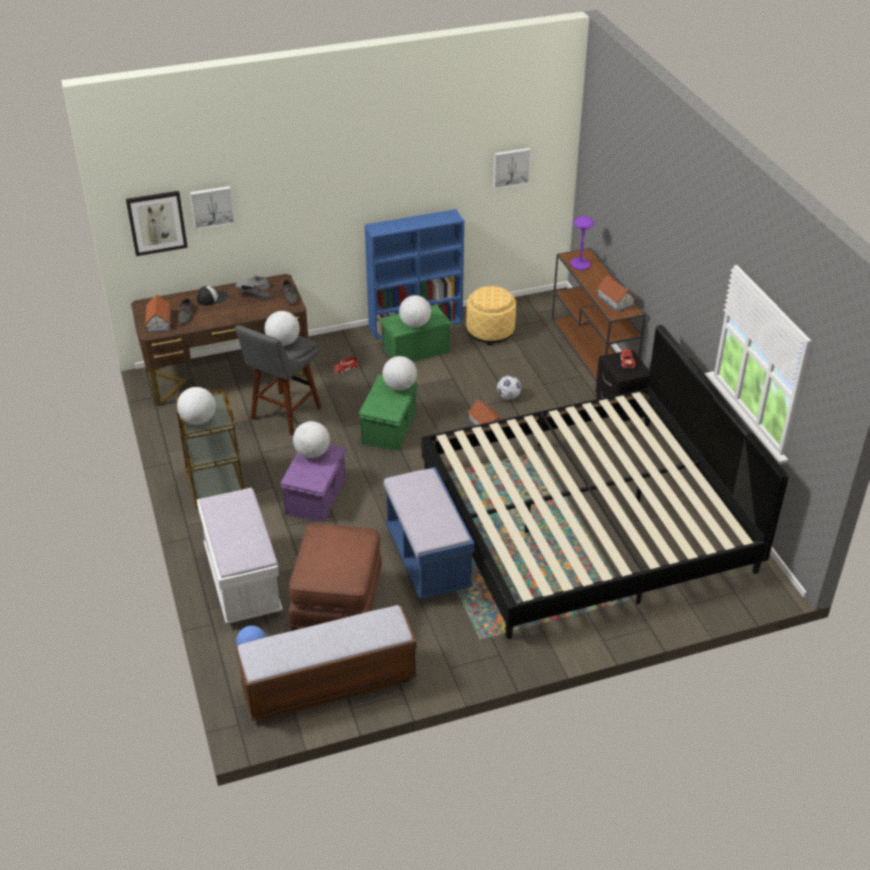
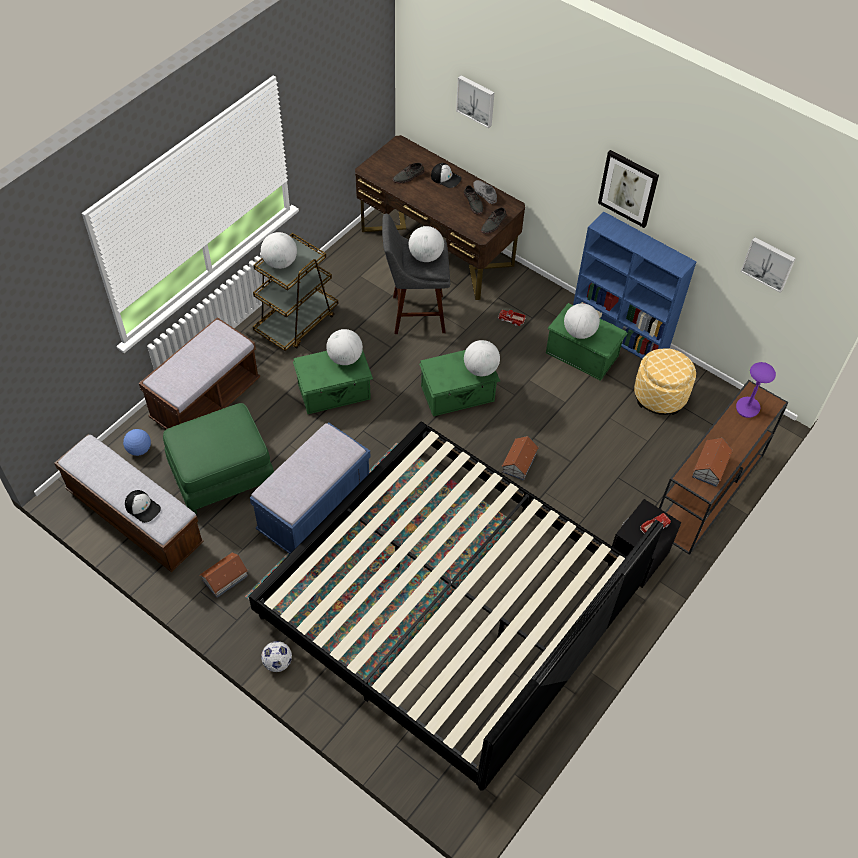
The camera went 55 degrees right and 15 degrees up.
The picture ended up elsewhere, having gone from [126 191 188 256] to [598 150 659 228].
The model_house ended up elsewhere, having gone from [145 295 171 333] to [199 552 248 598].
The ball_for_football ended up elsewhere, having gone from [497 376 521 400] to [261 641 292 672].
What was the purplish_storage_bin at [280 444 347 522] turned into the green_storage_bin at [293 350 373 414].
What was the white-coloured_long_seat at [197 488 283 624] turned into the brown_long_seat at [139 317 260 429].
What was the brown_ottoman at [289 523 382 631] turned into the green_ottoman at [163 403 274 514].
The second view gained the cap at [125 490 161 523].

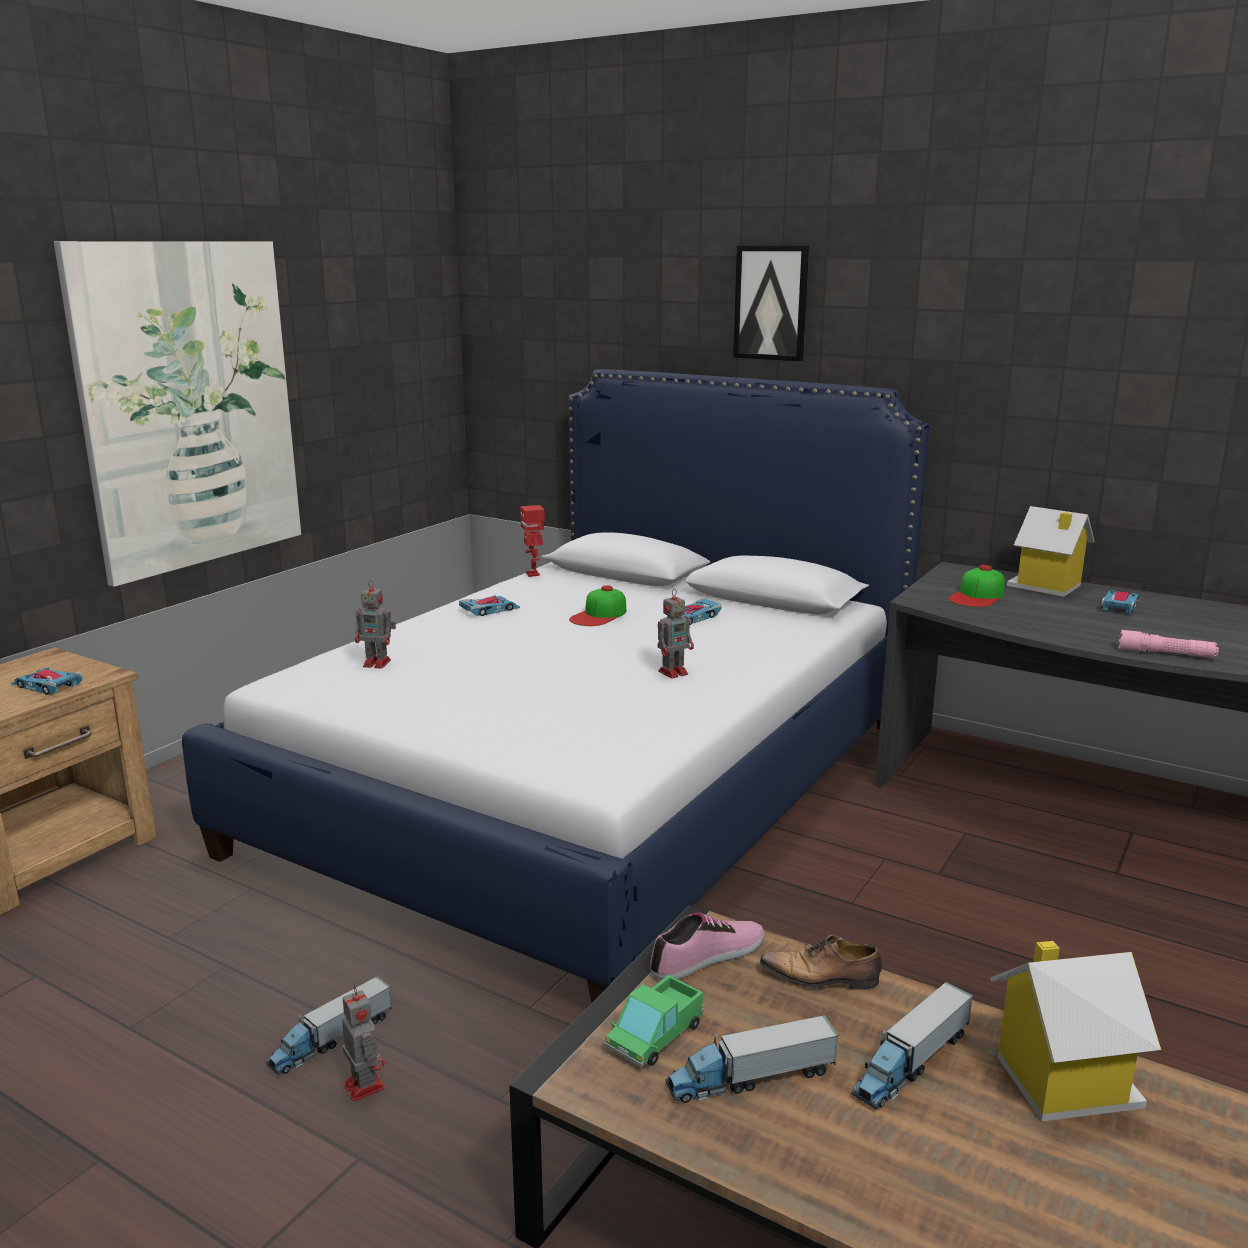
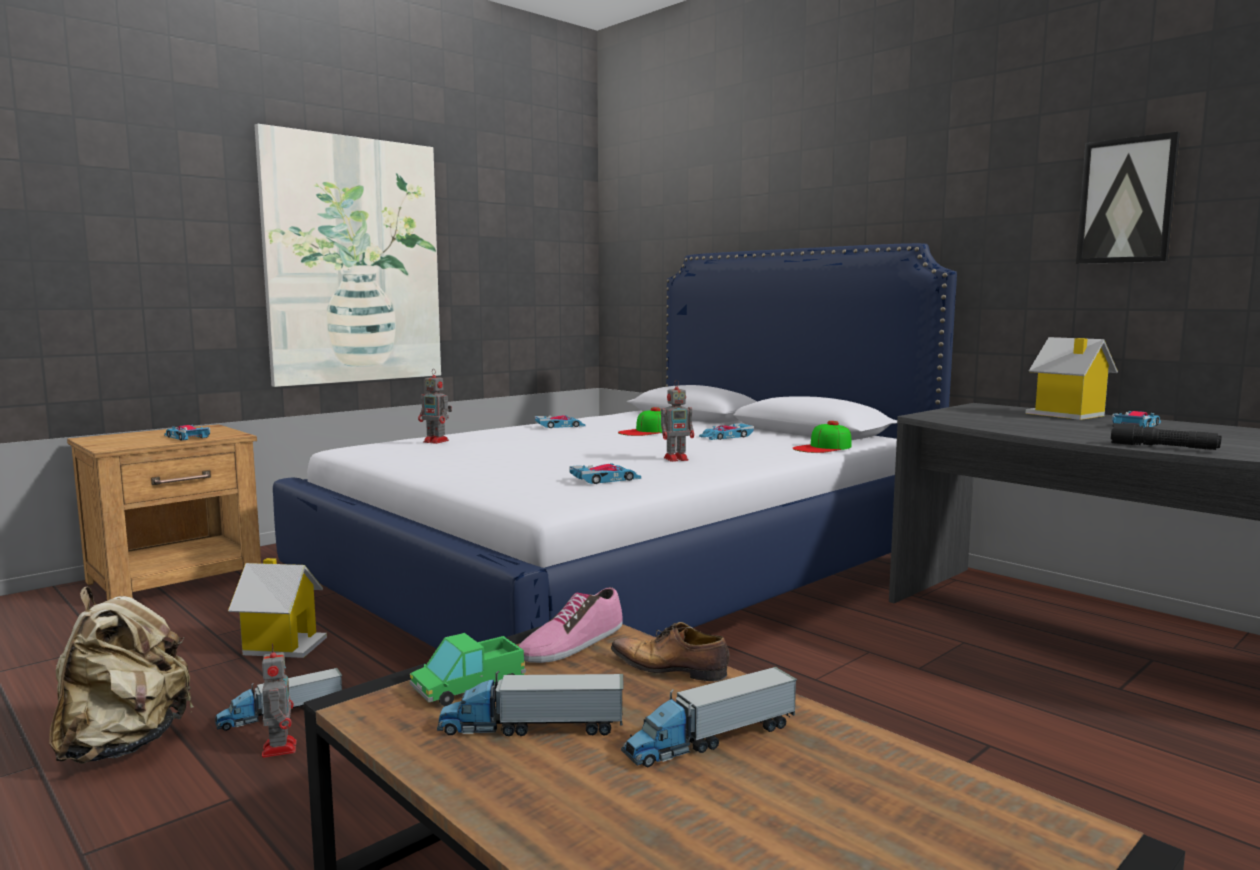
The camera went 15 degrees right and 10 degrees down.
The picture ended up elsewhere, having gone from [733 246 809 361] to [1076 132 1180 264].
The second view lost the robot_figure at [520 505 545 577].
The cap ended up elsewhere, having gone from [948 565 1005 607] to [792 421 852 453].
What was the pinkish_torch at [1119 630 1219 658] turned into the black-coloured_torch at [1111 423 1222 450].
The item_of_footwear at [650 912 764 980] ended up facing another way, 150 degrees clockwise from before.
The model_house ended up elsewhere, having gone from [990 941 1161 1122] to [228 558 327 658].
The second view gained the model_car at [569 463 641 484].
The second view gained the beige_backpack at [49 586 194 764].

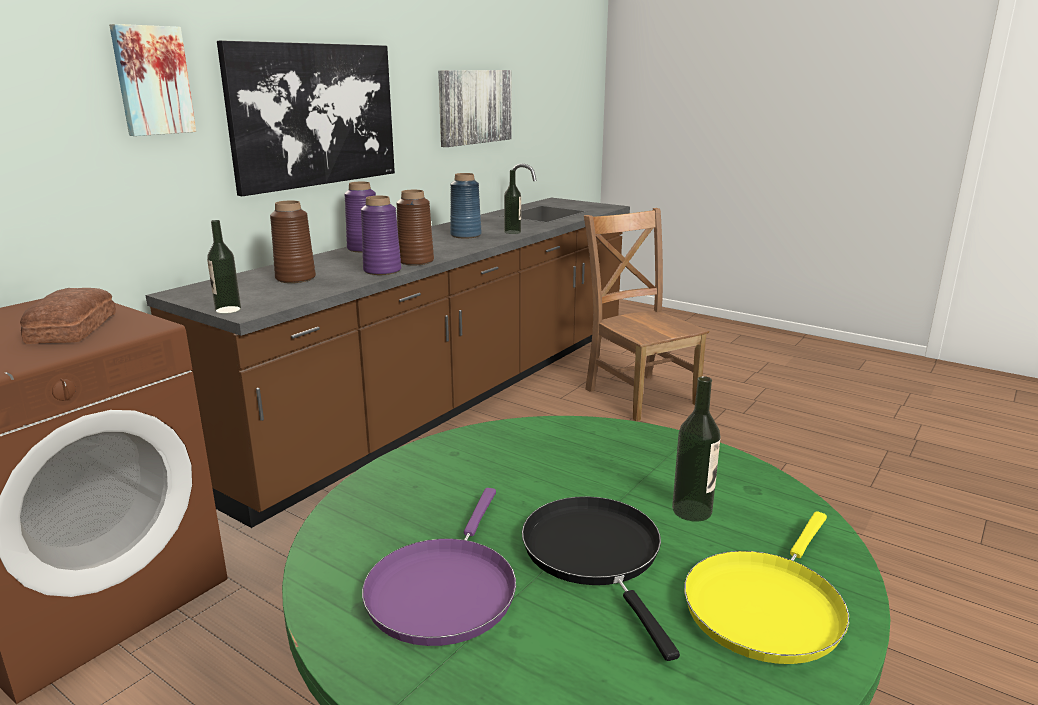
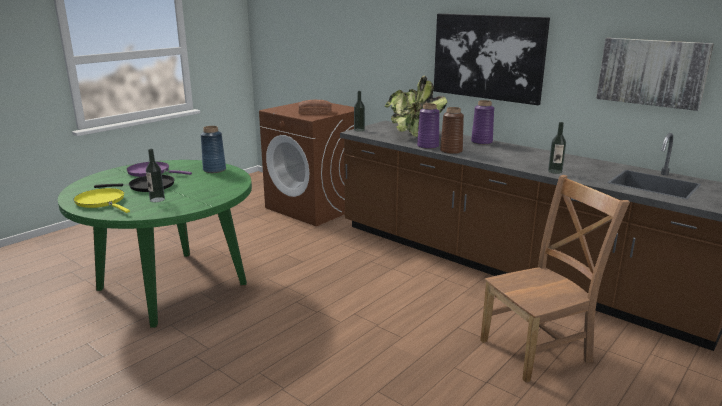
The camera went 95 degrees right and 0 degrees up.
The second view lost the picture at [109 24 196 136].
The blue_decorative_vase ended up elsewhere, having gone from [450 173 482 239] to [201 126 226 173].
Where the brown_decorative_vase stood at [270 201 316 283], the potted_plant came to stand at [385 76 448 137].

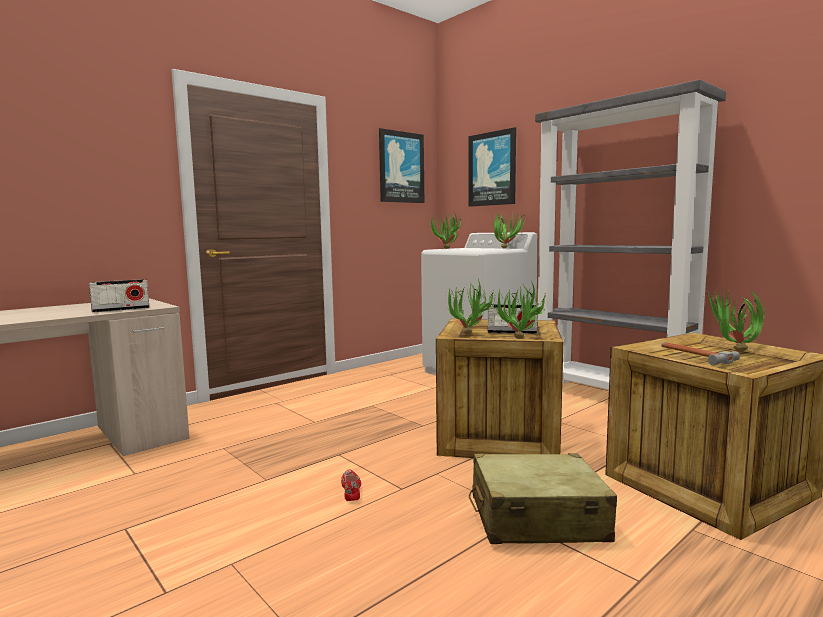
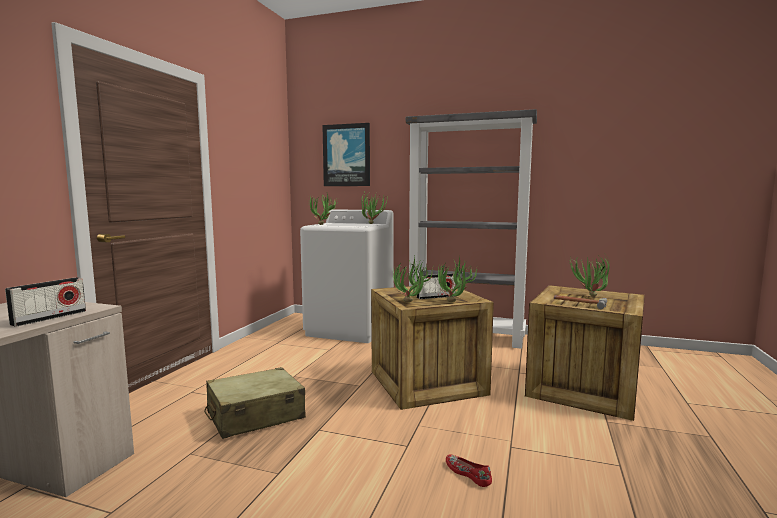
The camera went 30 degrees left and 0 degrees up.
The second view lost the picture at [379 128 424 203].
The beige_travel_case ended up elsewhere, having gone from [469 453 617 544] to [204 367 306 439].
The red_item_of_footwear ended up elsewhere, having gone from [341 469 361 501] to [446 454 492 487].

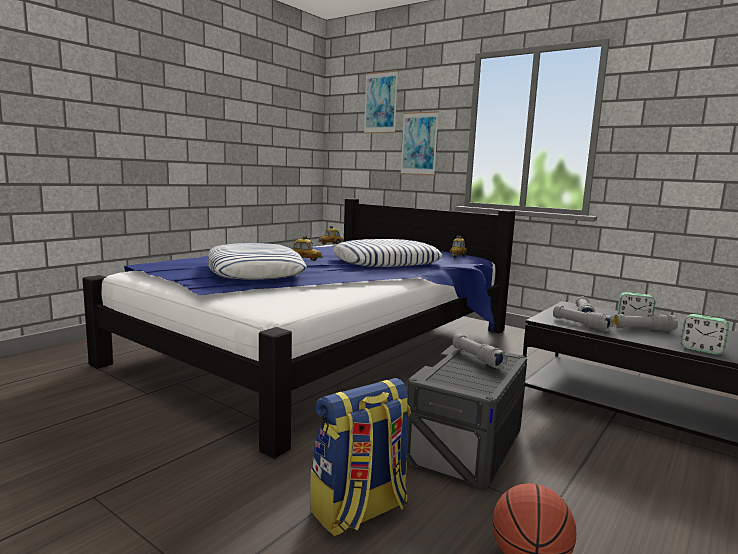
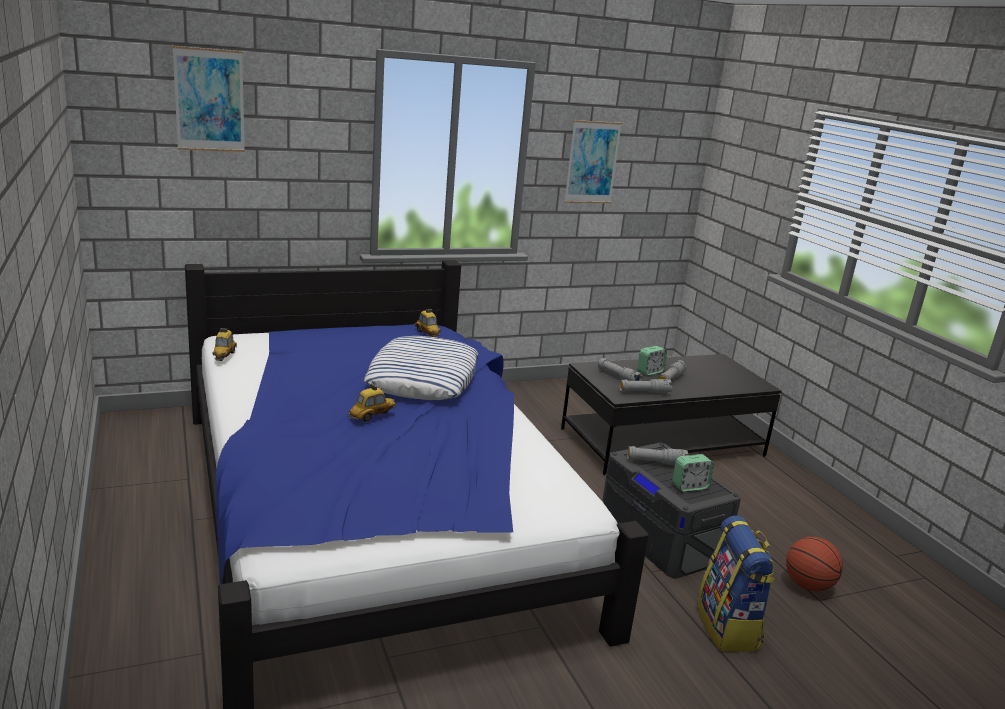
The camera went 60 degrees left and 10 degrees up.
The picture ended up elsewhere, having gone from [400 111 439 175] to [564 120 622 203].
The second view lost the pillow at [208 243 307 280].
The bedside_clock ended up elsewhere, having gone from [681 314 729 355] to [672 454 714 492].

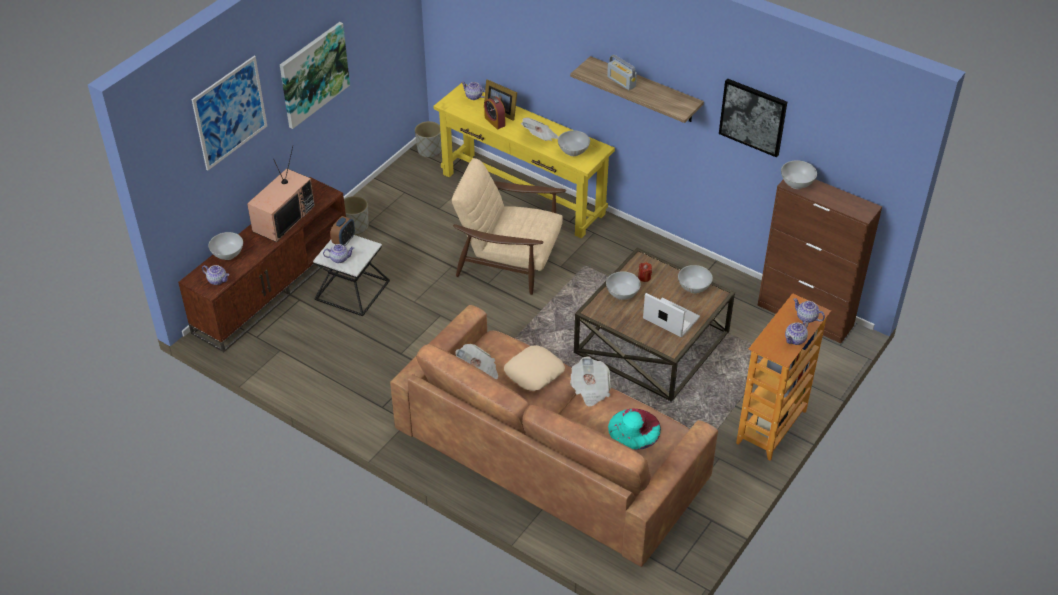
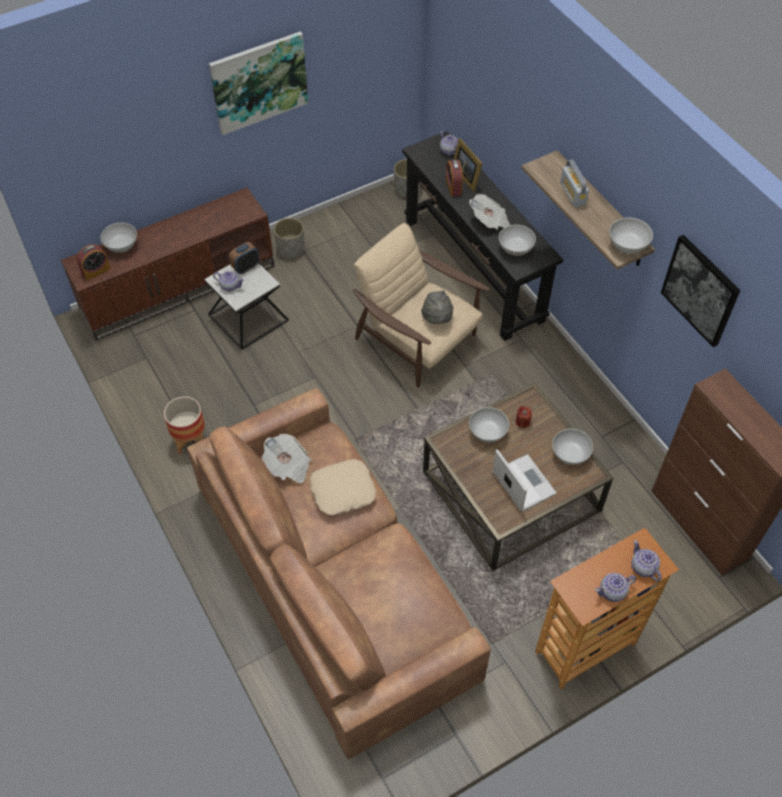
The camera went 25 degrees right and 10 degrees up.
The second view lost the picture at [191 56 267 171].
What was the yellowish_narrow_table at [433 83 615 238] turned into the black-coloured_narrow_table at [402 131 563 341].
The second view lost the TV_set at [247 145 315 242].
The white-coloured_bowl ended up elsewhere, having gone from [781 160 817 189] to [609 217 653 254].
Where the pot_for_tea stood at [202 265 229 285], the bedside_clock came to stand at [77 244 111 281].
The second view lost the daily_paper at [570 357 611 407].
The second view lost the turquoise_clothing_hat at [608 409 661 450].
The second view gained the greyish_clothing_hat at [421 291 453 324].
The second view gained the flower_pot at [164 397 205 454].

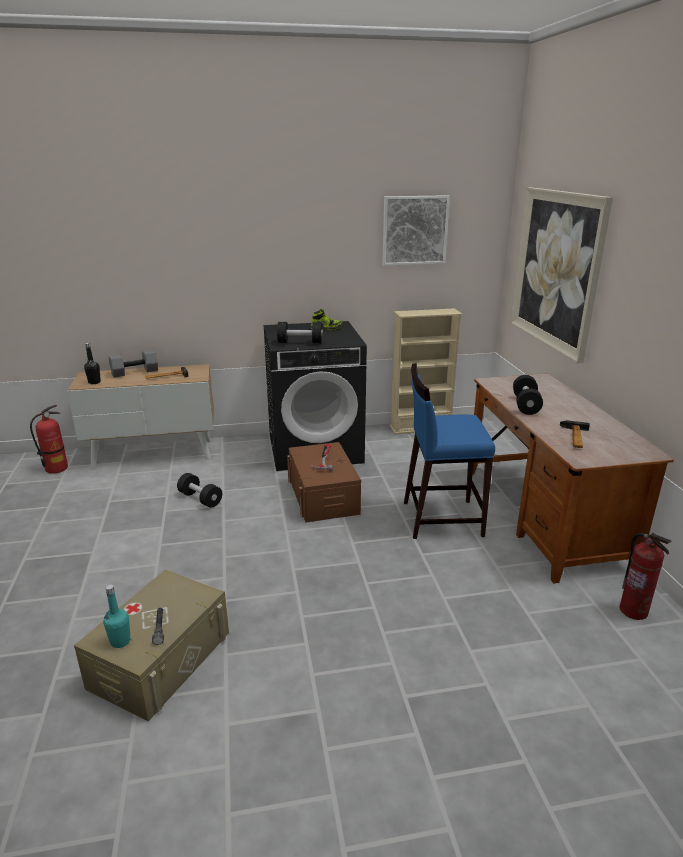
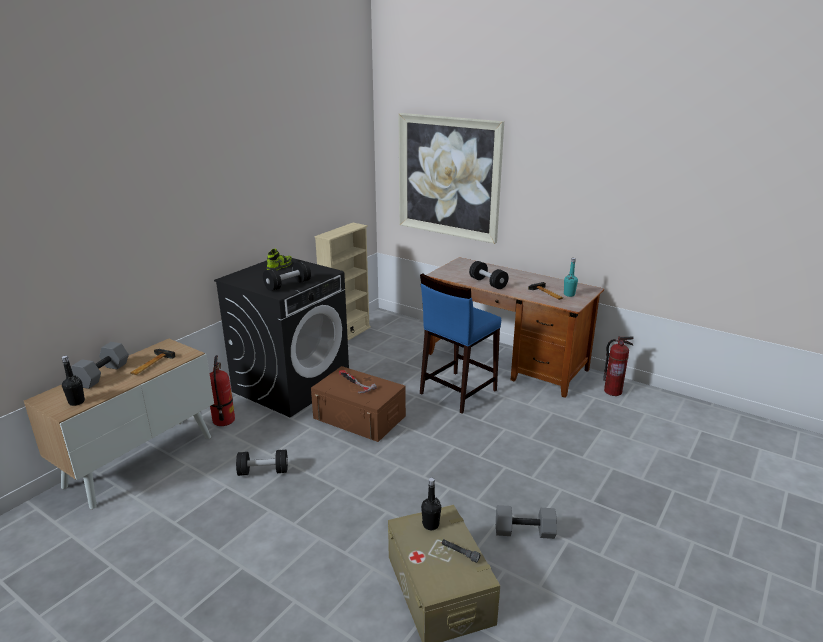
The camera went 45 degrees left and 0 degrees up.
The second view lost the picture at [382 195 450 266].
The extinguisher ended up elsewhere, having gone from [30 405 68 474] to [210 355 235 426].
The turquoise_drink_bottle ended up elsewhere, having gone from [103 585 131 648] to [564 258 578 297].
The second view gained the black-coloured_drink_bottle at [421 478 441 530].
The second view gained the greyish_dumbbell at [496 505 557 539].

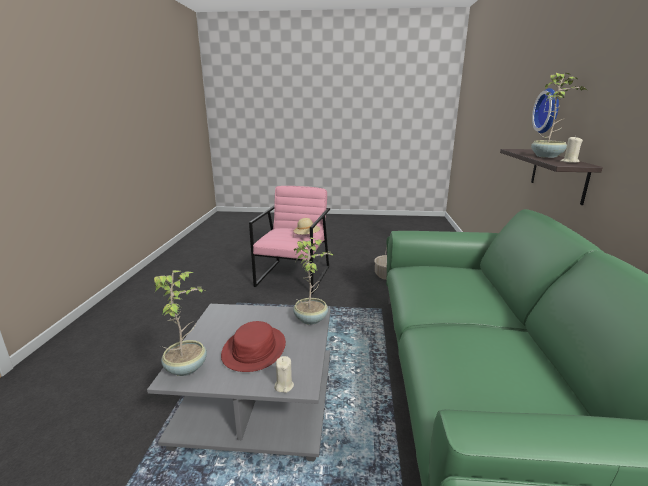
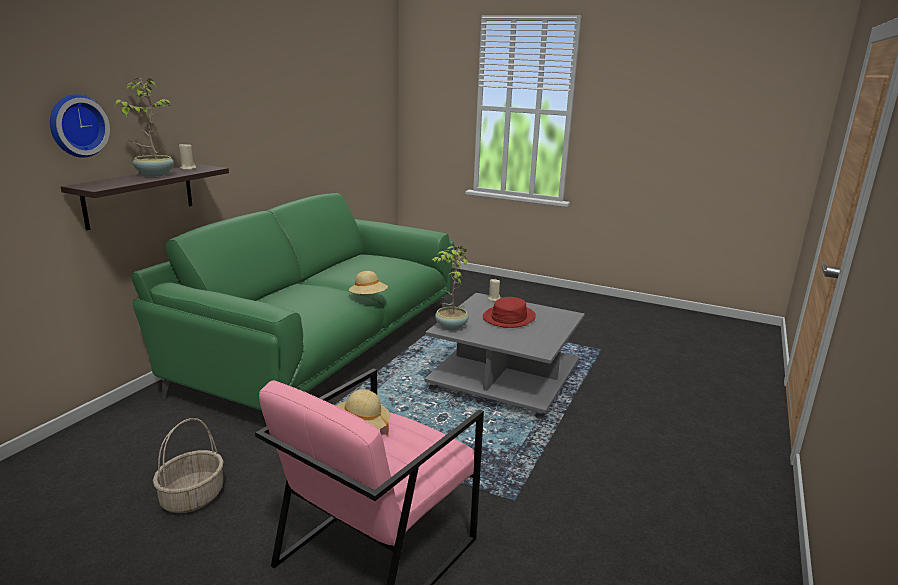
The camera went 160 degrees left and 0 degrees up.
The second view lost the potted_plant at [154 270 207 376].
The second view gained the beige_clothing_hat at [349 271 388 294].

